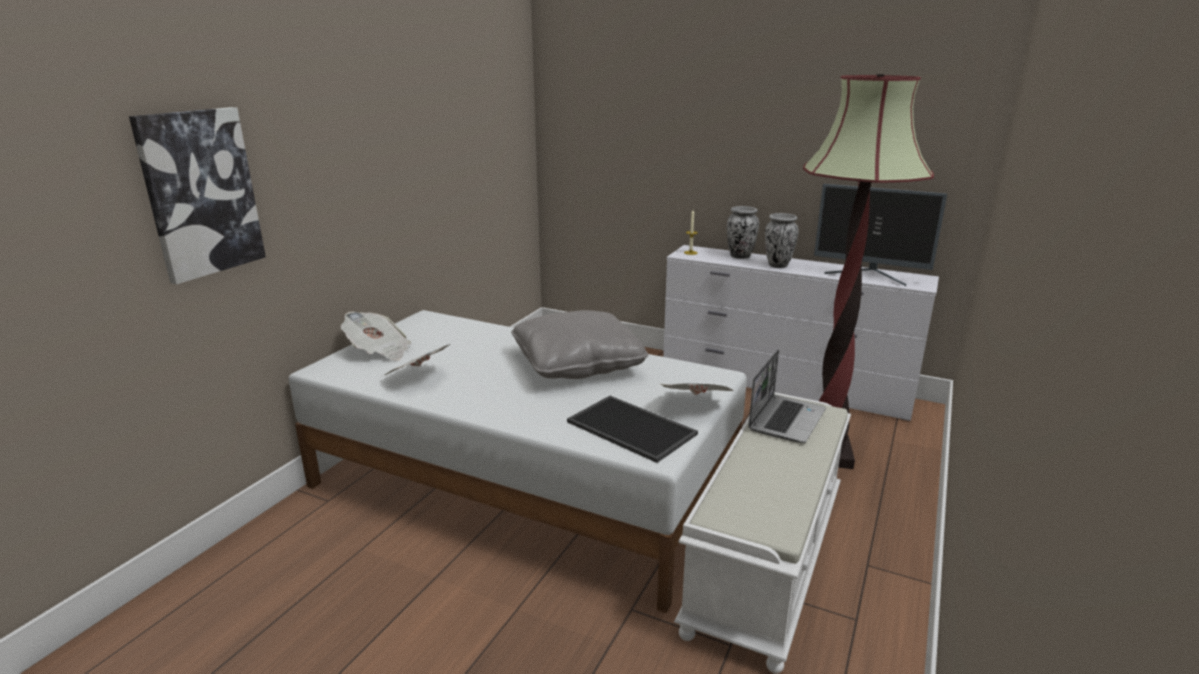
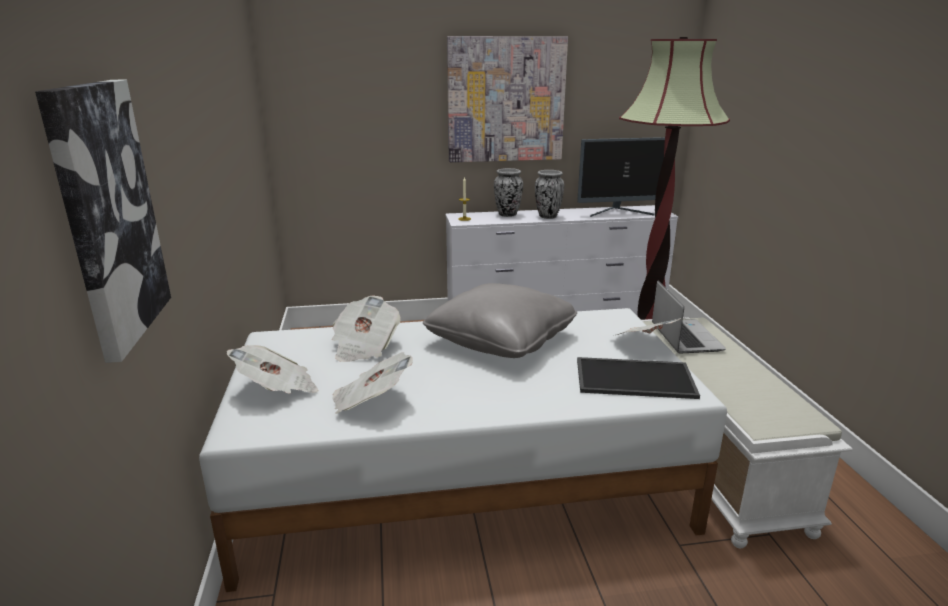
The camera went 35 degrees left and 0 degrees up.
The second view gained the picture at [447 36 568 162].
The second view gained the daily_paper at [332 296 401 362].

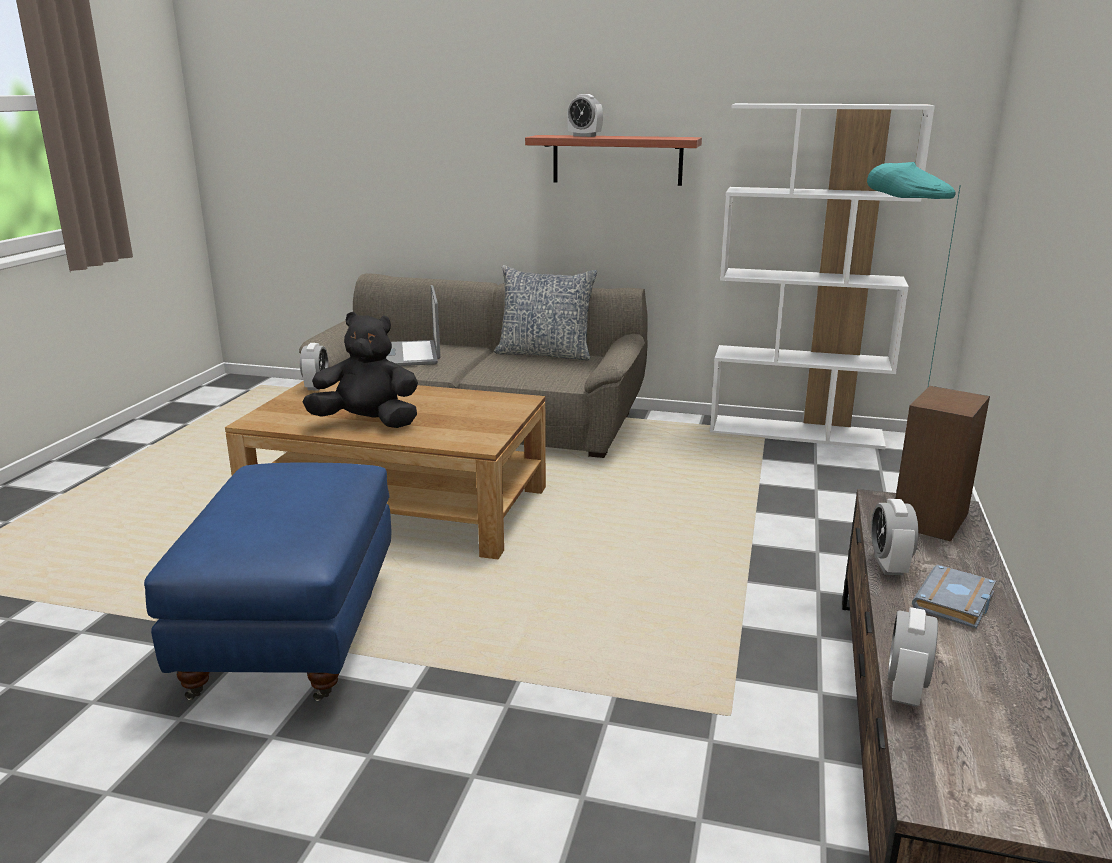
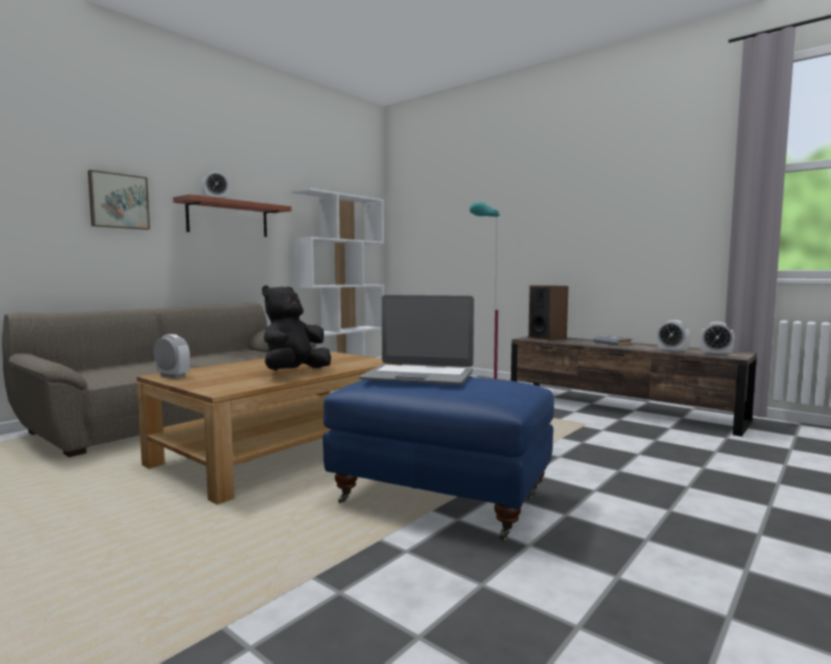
The camera went 65 degrees left and 15 degrees down.
The second view lost the pillow at [494 265 597 360].
The portable_computer ended up elsewhere, having gone from [386 285 440 366] to [359 295 474 385].
The bedside_clock ended up elsewhere, having gone from [871 499 918 575] to [700 322 735 356].
The second view gained the picture at [88 170 150 230].

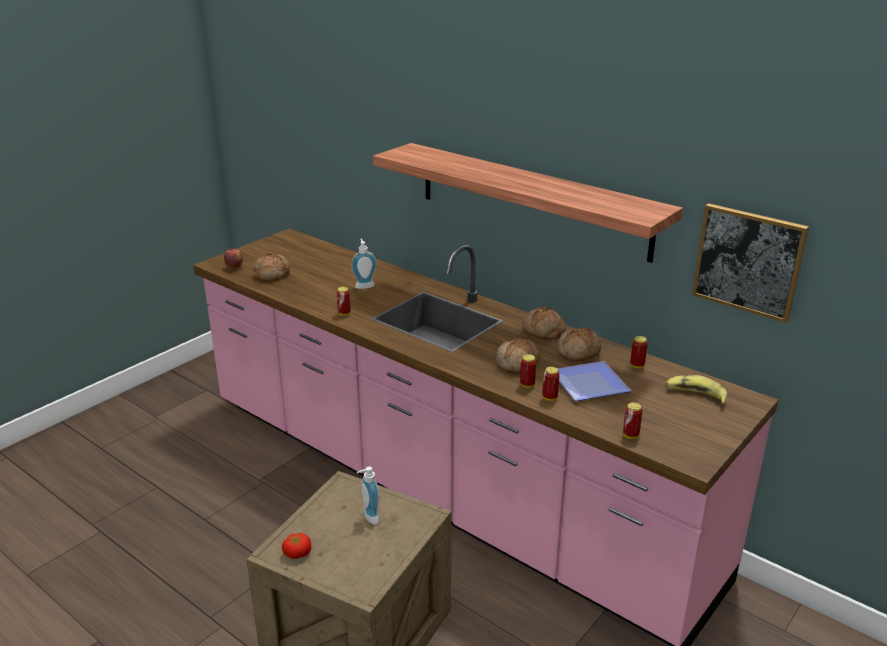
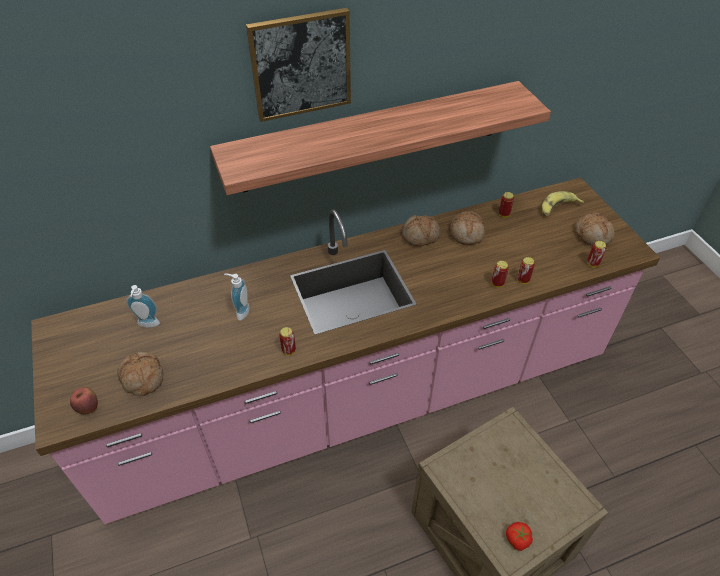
The camera went 60 degrees left and 20 degrees up.
The picture ended up elsewhere, having gone from [692 203 809 323] to [246 8 351 122].
The bakery_bread ended up elsewhere, having gone from [496 338 540 374] to [575 213 615 246].
The second view lost the dinner_plate at [557 361 631 401].
The soap_dispenser ended up elsewhere, having gone from [357 467 379 525] to [126 285 160 328].

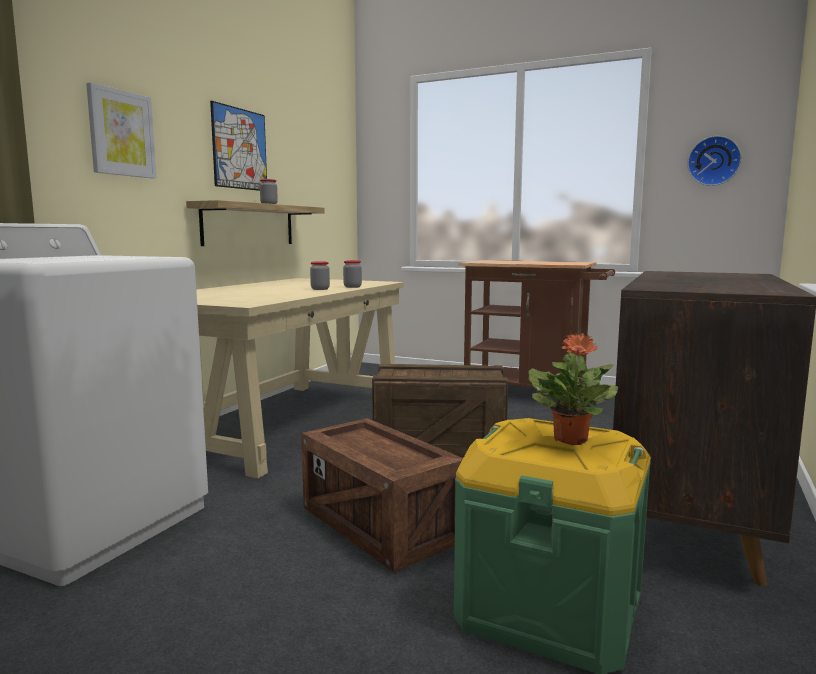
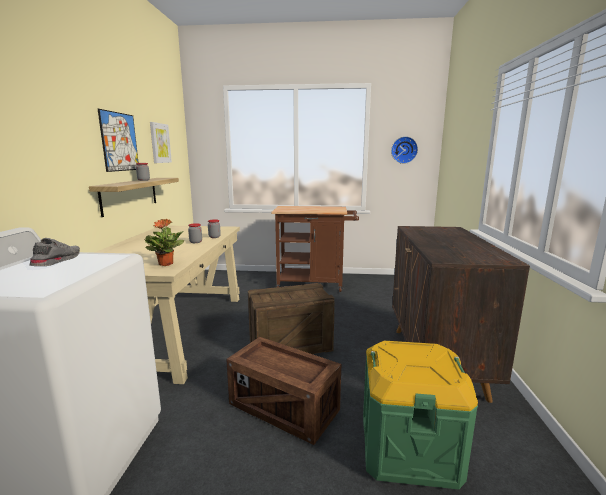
The camera went 20 degrees left and 5 degrees up.
The picture ended up elsewhere, having gone from [86 82 157 178] to [150 122 172 163].
The potted_plant ended up elsewhere, having gone from [529 333 618 445] to [143 219 184 266].
The second view gained the greyish_item_of_footwear at [29 238 80 266].

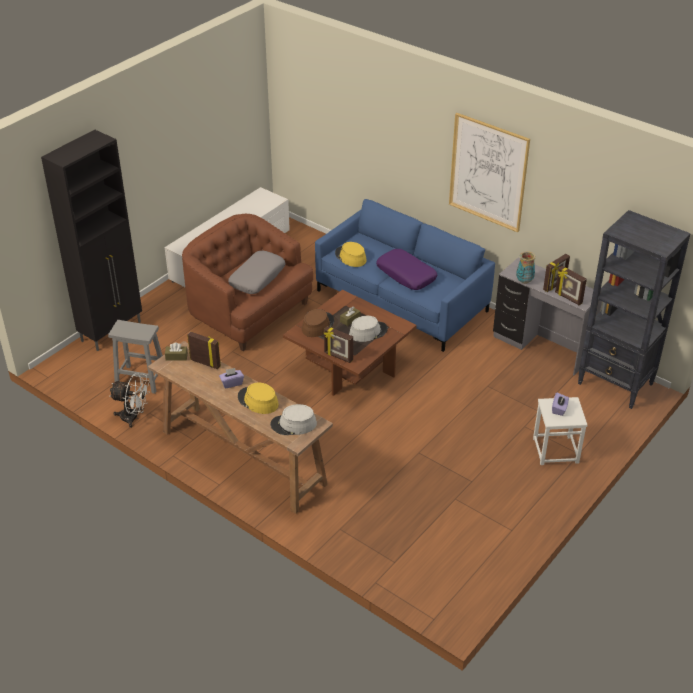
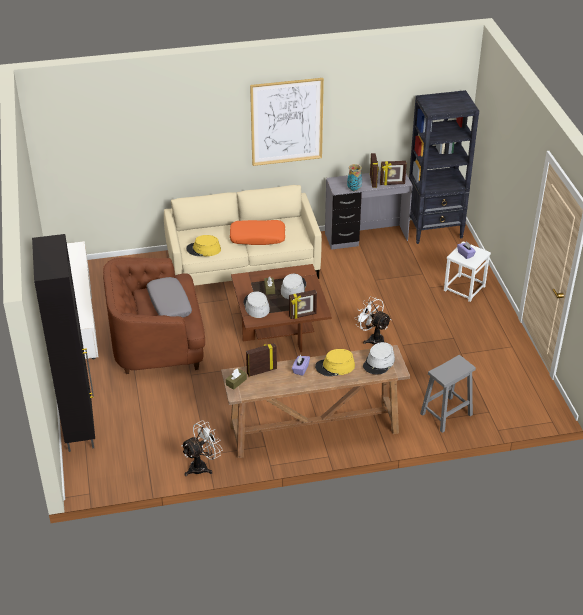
The camera went 50 degrees left and 0 degrees up.
What was the blue_settee at [315 199 495 352] turned into the beige_settee at [164 185 322 286].
What was the purplish_pillow at [376 249 437 290] turned into the orange_pillow at [230 220 285 245].
What was the brown_clothing_hat at [302 309 334 337] turned into the greyish_clothing_hat at [243 291 270 318].
The greyish_stool ended up elsewhere, having gone from [108 320 163 394] to [420 355 476 433].
The second view gained the white-coloured_cooling_fan at [355 296 391 345].

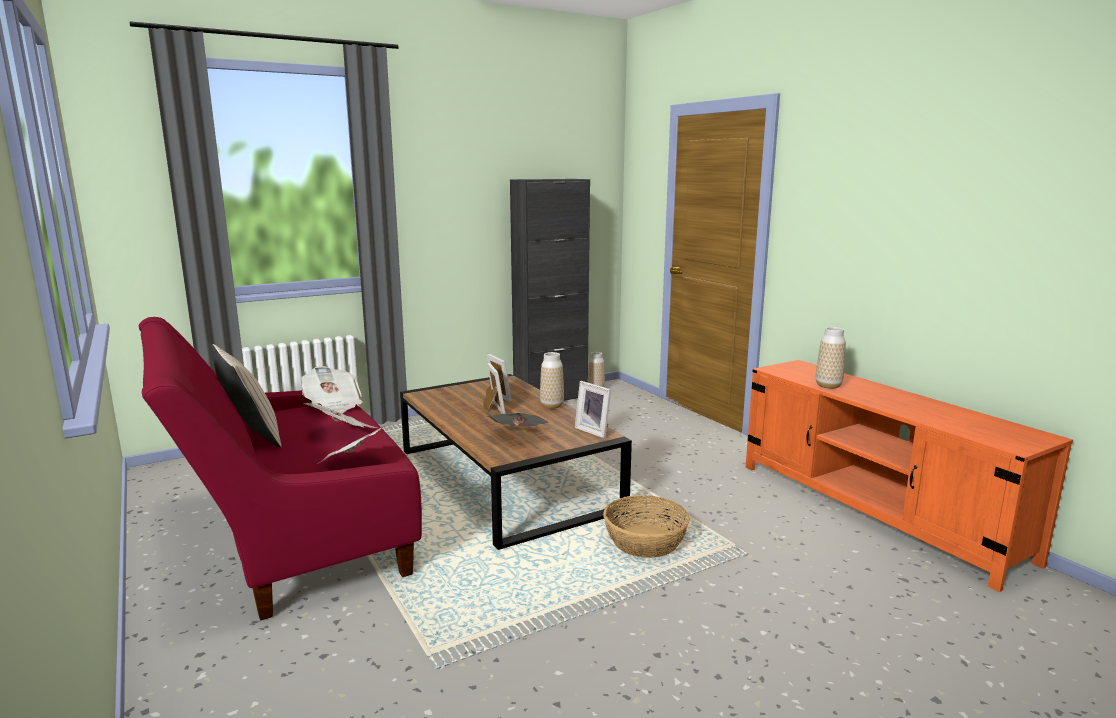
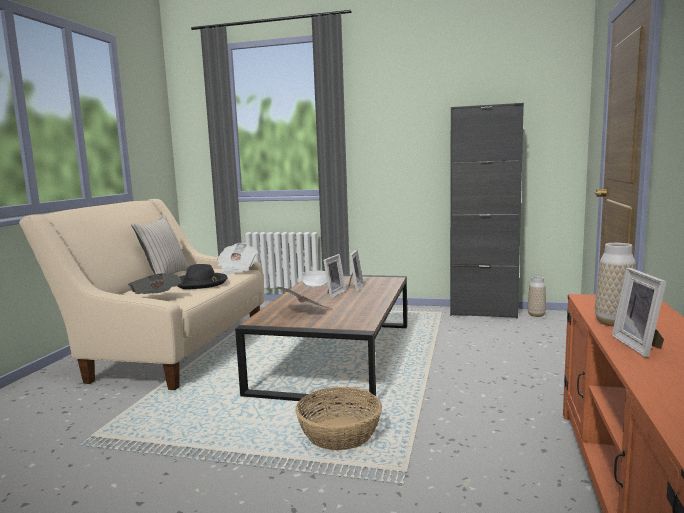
The camera went 45 degrees right and 5 degrees down.
What was the red_settee at [139 317 422 620] turned into the beige_settee at [19 199 264 390].
The second view lost the decorative_vase at [540 352 564 409].
The picture_frame ended up elsewhere, having gone from [575 381 611 438] to [612 268 667 358].
Where the daily_paper stood at [303 403 377 428], the black-coloured_clothing_hat came to stand at [178 264 228 289].
The second view gained the bowl at [301 271 327 287].

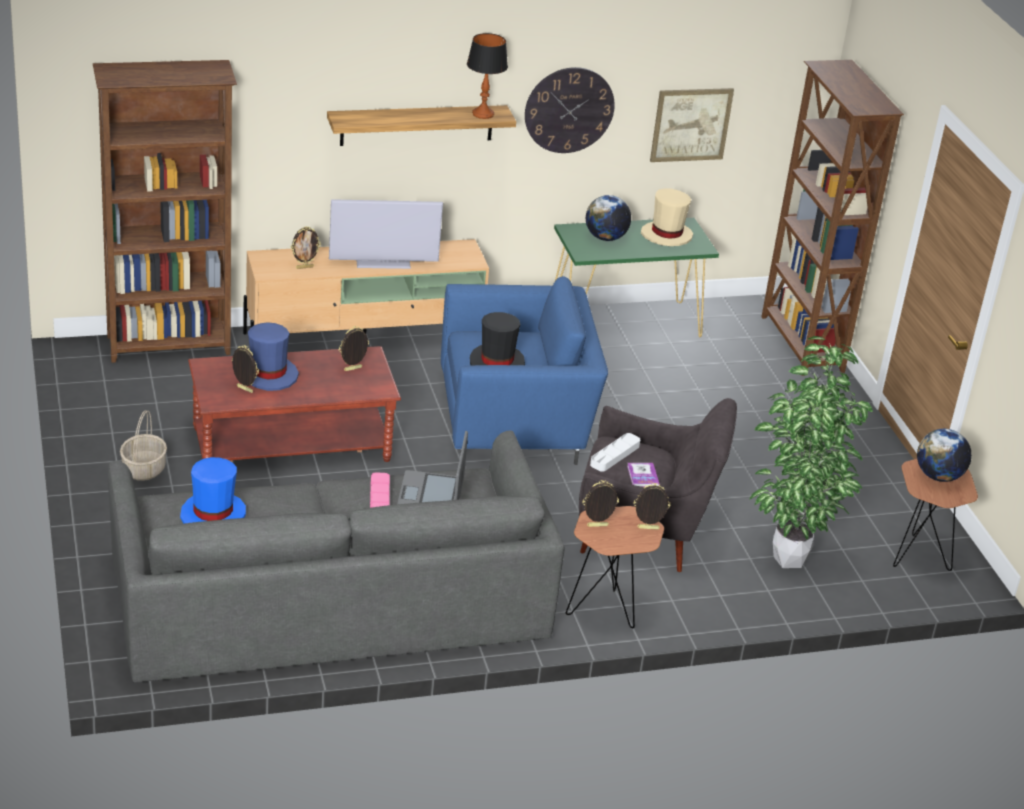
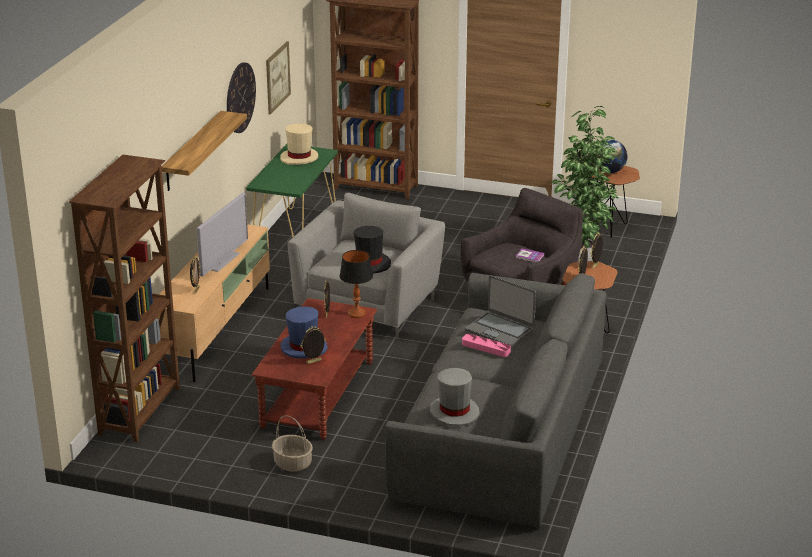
The camera went 55 degrees left and 5 degrees down.
The lamp_for_a_table ended up elsewhere, having gone from [467 33 508 119] to [339 250 373 318].
The second view lost the globe at [586 195 631 241].
What was the blue_armchair at [441 276 608 465] turned into the greyish_armchair at [287 193 445 339].
The second view lost the greyish_carrying_tray at [590 433 640 472].
What was the blue_clothing_hat at [180 457 246 524] turned into the greyish_clothing_hat at [430 368 480 427].

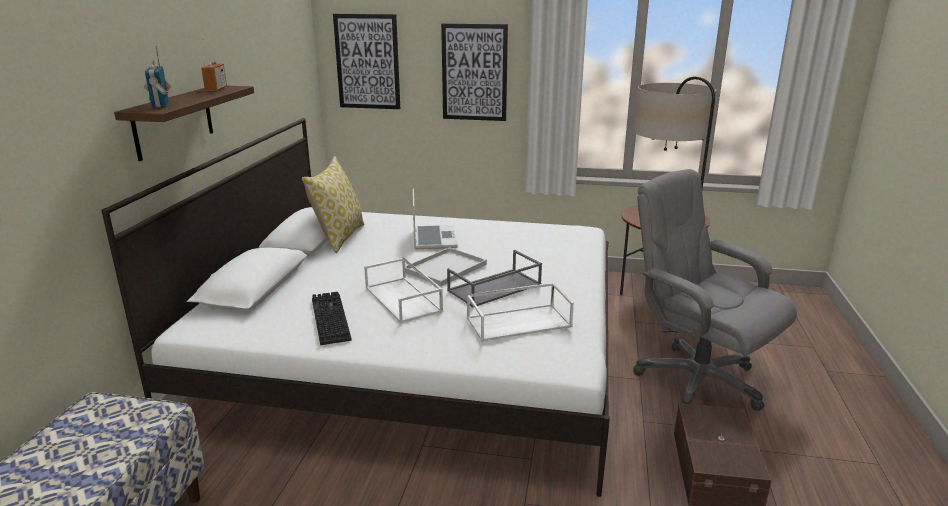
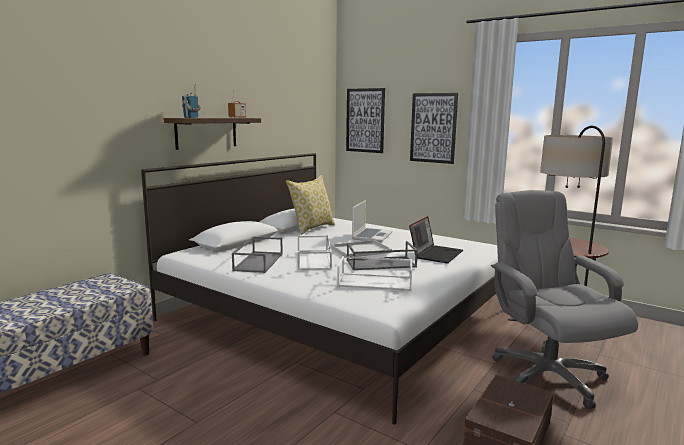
The camera went 25 degrees right and 10 degrees down.
Where the keyboard stood at [312 292 352 345], the greyish_carrying_tray came to stand at [232 236 283 273].
The second view gained the portable_computer at [409 216 463 263].

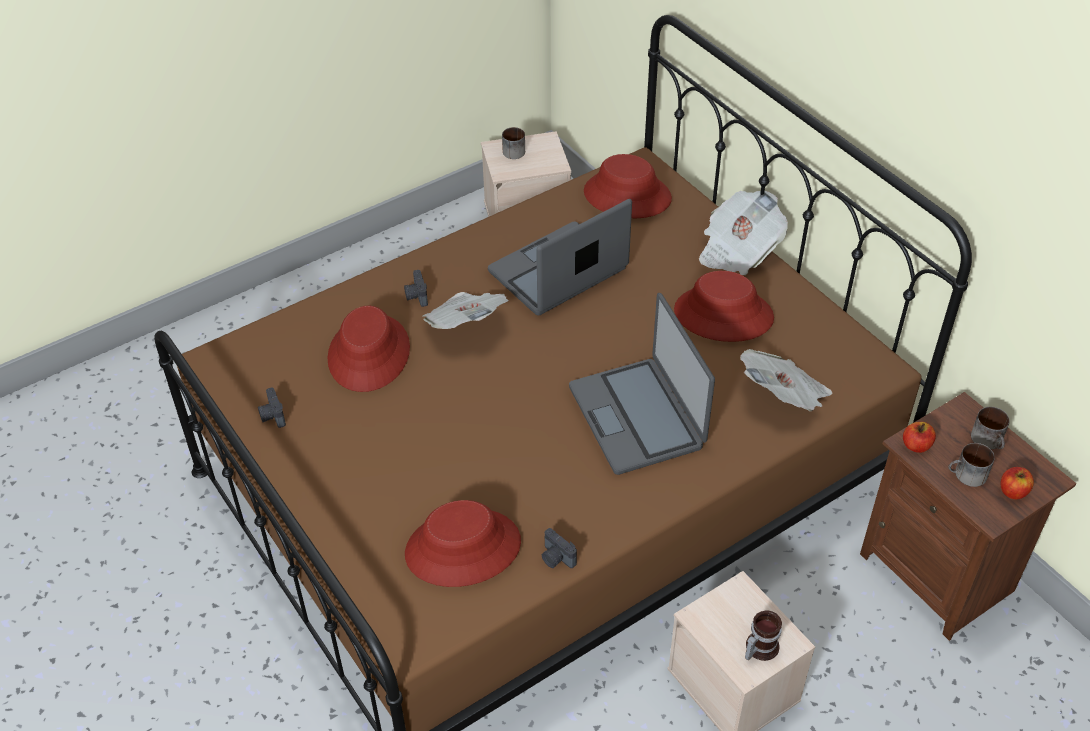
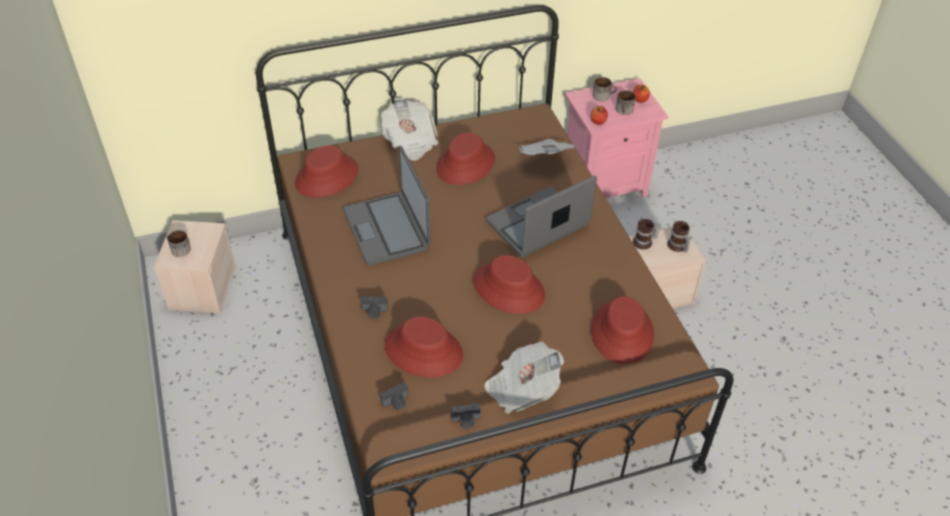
The camera went 75 degrees left and 0 degrees up.
The daily_paper ended up elsewhere, having gone from [423 292 508 329] to [484 342 564 414].
The portable_computer at [569 293 715 475] ended up facing another way, 150 degrees clockwise from before.
What was the brown_nightstand at [860 392 1076 641] turned into the pinkish_nightstand at [565 78 668 198].
The photo_camera ended up elsewhere, having gone from [542 528 577 568] to [380 383 408 410].
The second view gained the coffee_mug at [633 219 660 250].
The second view gained the red_clothing_hat at [474 255 545 314].

